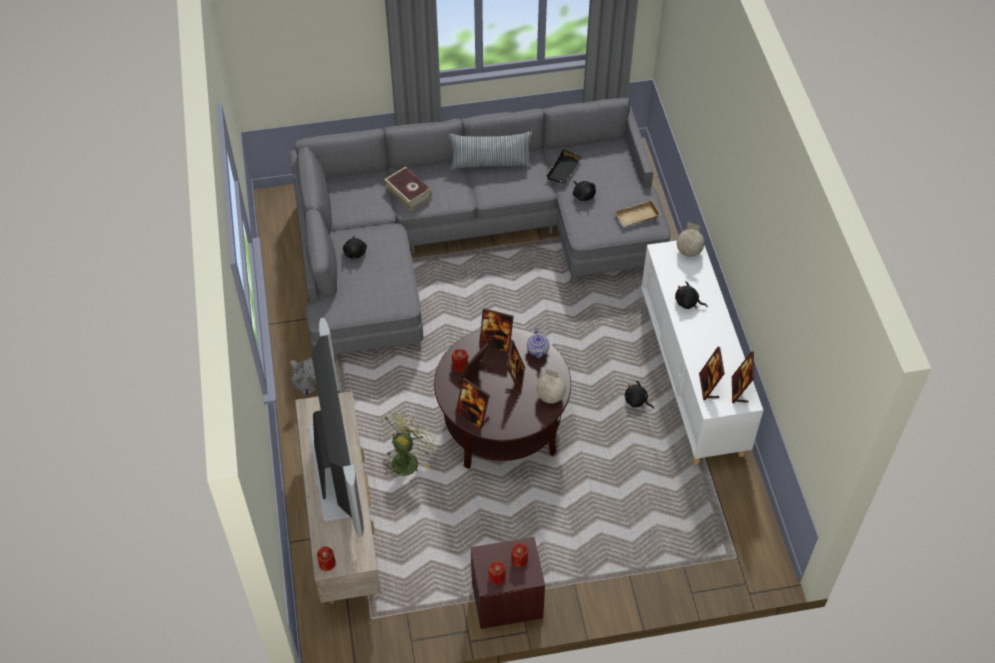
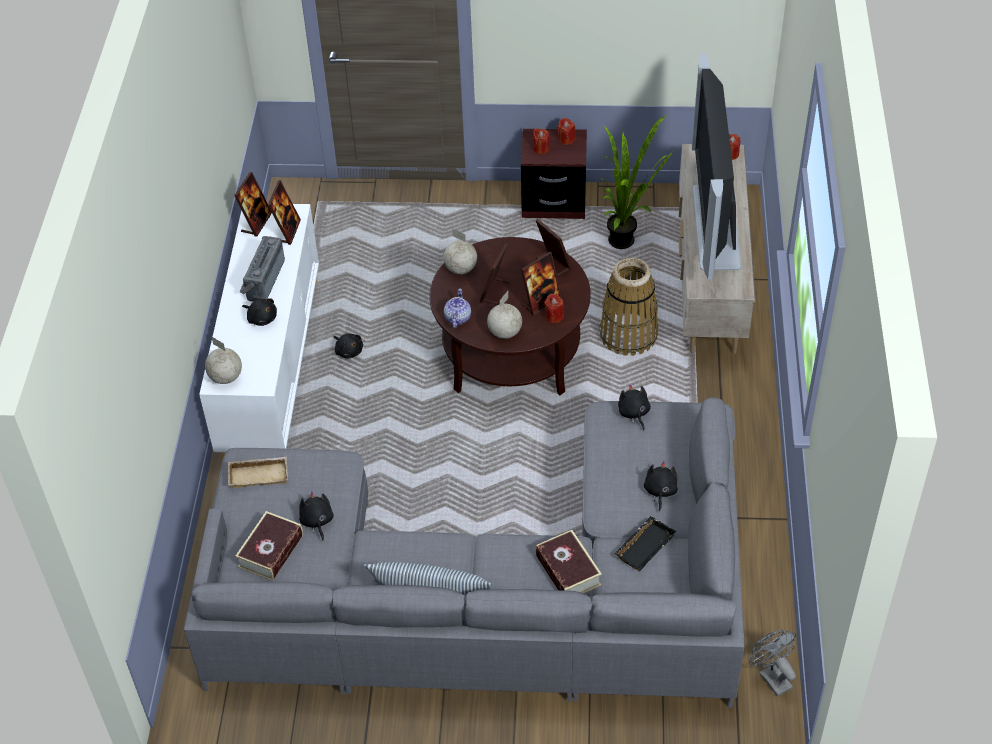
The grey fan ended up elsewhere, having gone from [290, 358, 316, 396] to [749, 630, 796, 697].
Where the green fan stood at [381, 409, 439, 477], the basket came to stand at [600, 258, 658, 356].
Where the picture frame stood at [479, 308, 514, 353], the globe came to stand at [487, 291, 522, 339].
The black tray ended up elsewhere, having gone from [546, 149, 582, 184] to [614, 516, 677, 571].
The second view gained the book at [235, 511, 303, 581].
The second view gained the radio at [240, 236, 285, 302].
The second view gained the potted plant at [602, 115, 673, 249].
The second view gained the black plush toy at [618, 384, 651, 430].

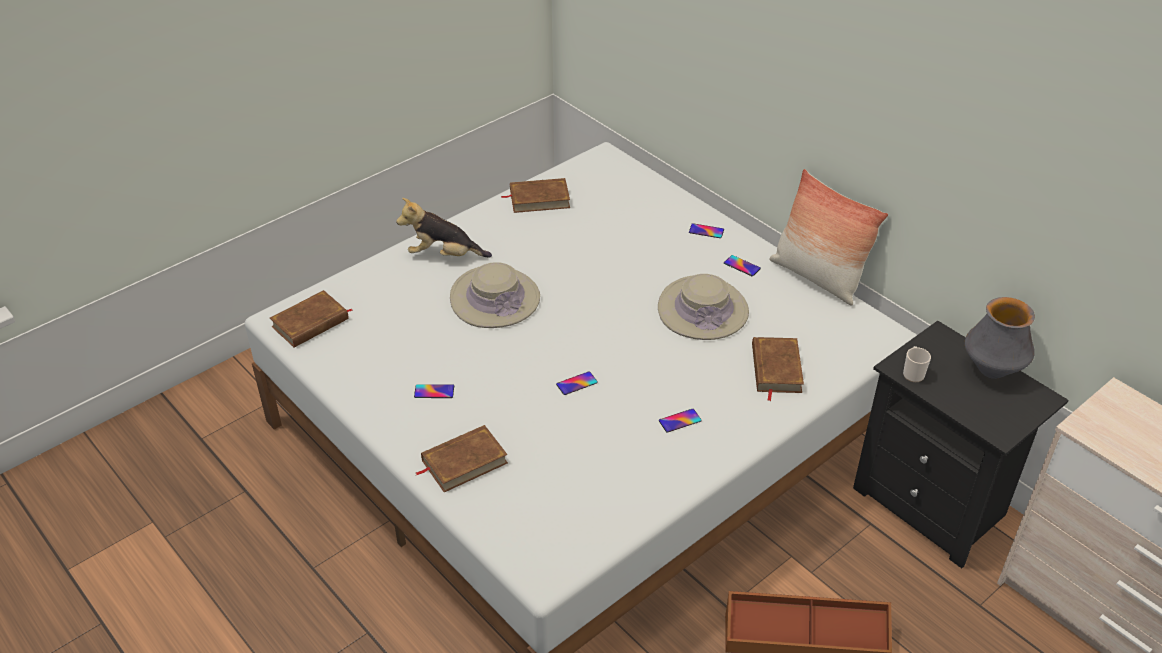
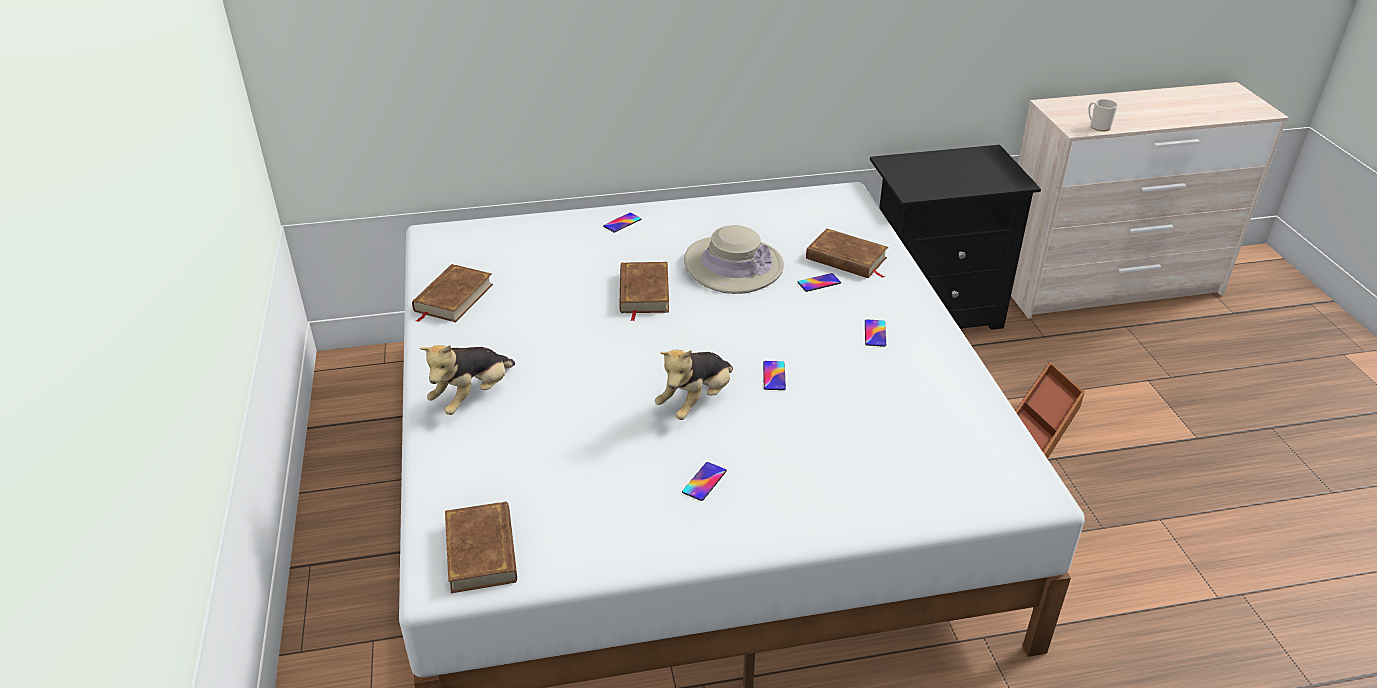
The brown book ended up elsewhere, having gone from [416, 425, 508, 492] to [619, 262, 669, 321].
The second view lost the beige hat at [450, 262, 540, 328].
The phone ended up elsewhere, having gone from [724, 255, 761, 276] to [798, 273, 841, 292].
The second view lost the pillow at [769, 169, 888, 305].
The mug ended up elsewhere, having gone from [903, 346, 931, 382] to [1088, 99, 1118, 131].
The second view lost the vase at [965, 297, 1035, 379].
The second view gained the plush toy at [655, 350, 733, 420].

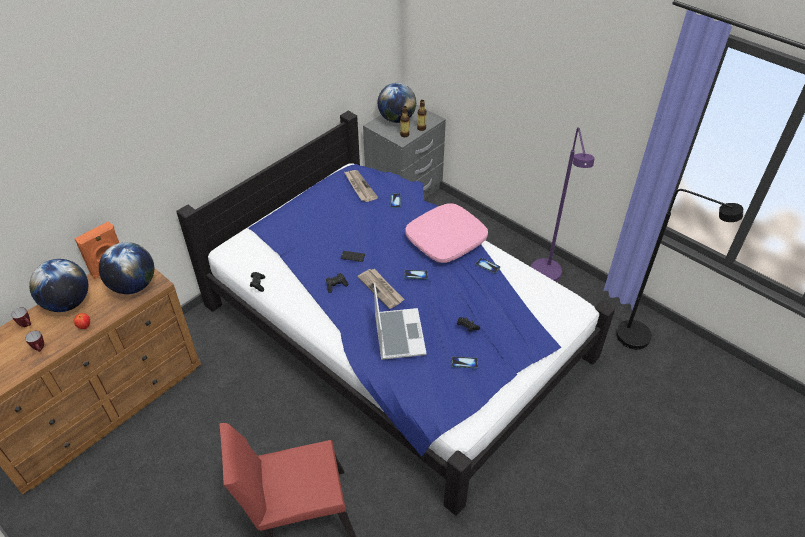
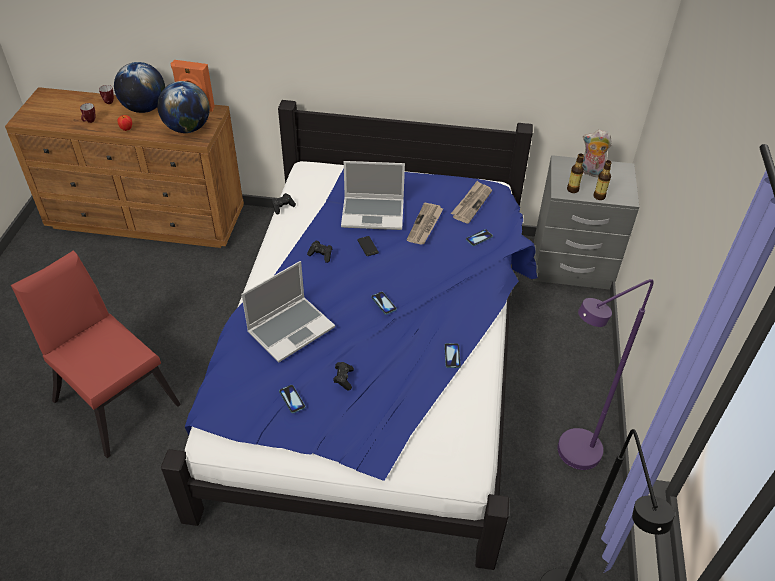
The newspaper ended up elsewhere, having gone from [357, 268, 404, 309] to [407, 203, 444, 245].
Where the globe stood at [378, 83, 416, 123], the plush toy came to stand at [582, 130, 612, 177].
The second view lost the pink pillow at [405, 203, 488, 263].
The second view gained the laptop at [341, 161, 405, 230].

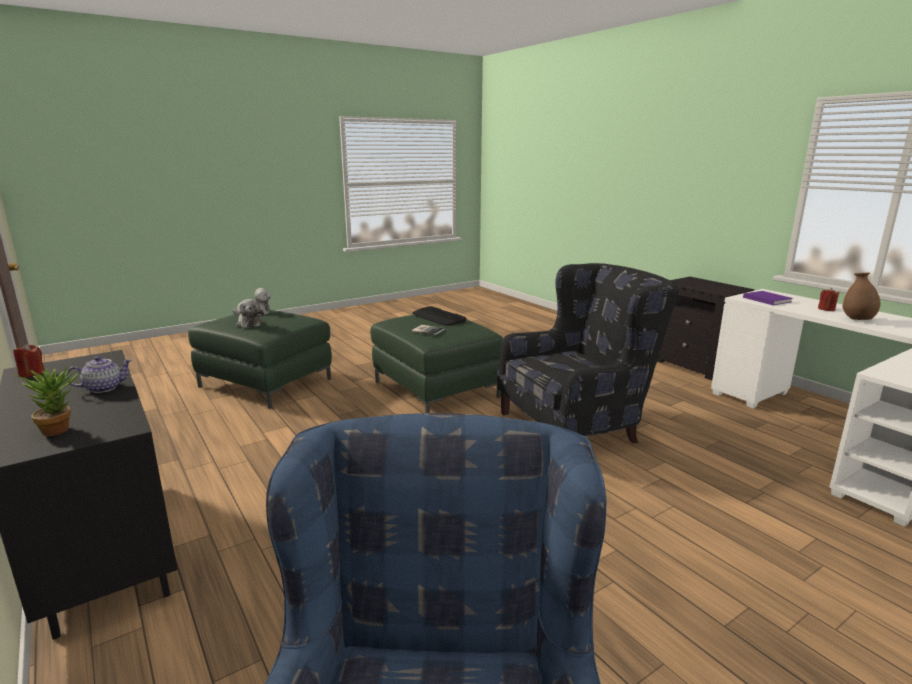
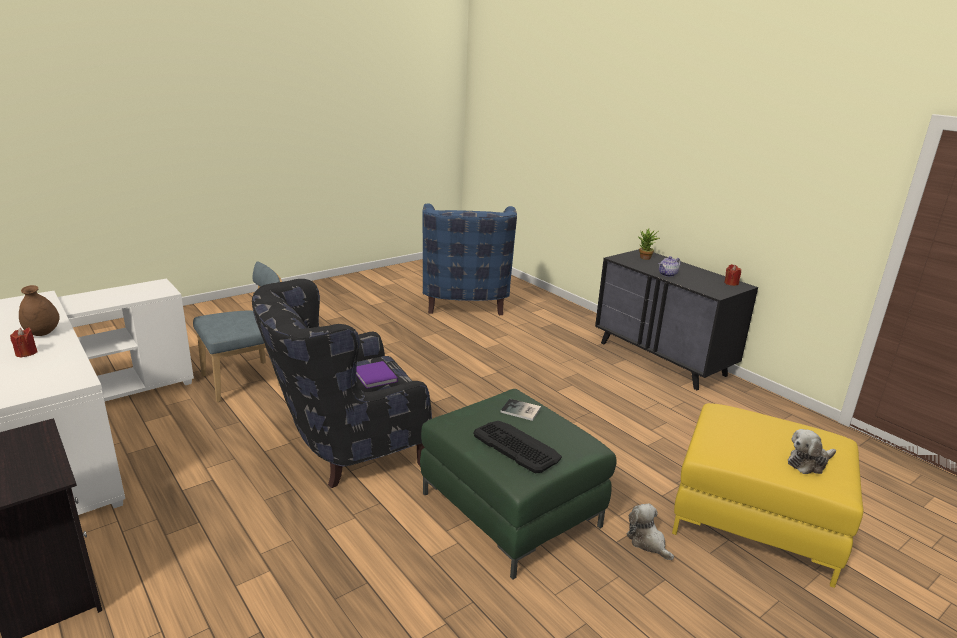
What was the green ottoman at [188, 310, 332, 409] turned into the yellow ottoman at [672, 403, 863, 588].
The plush toy ended up elsewhere, having gone from [236, 299, 264, 328] to [627, 503, 674, 560].
The purple book ended up elsewhere, having gone from [743, 291, 793, 305] to [356, 361, 398, 389].
The second view gained the blue chair at [193, 261, 282, 402].

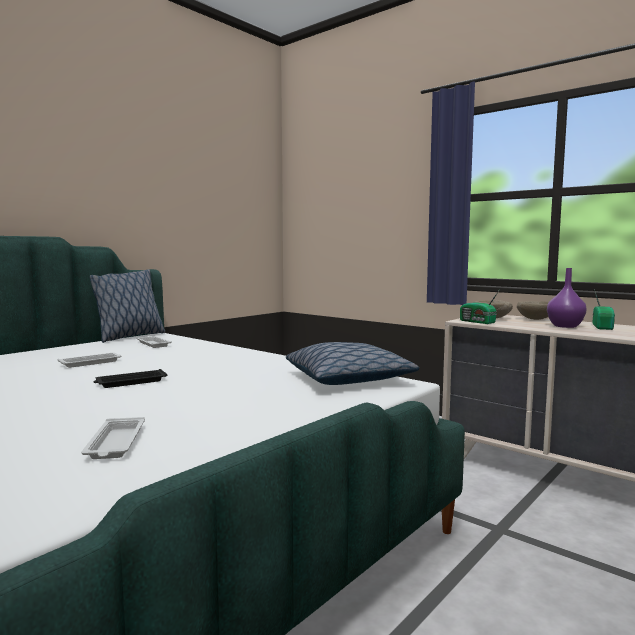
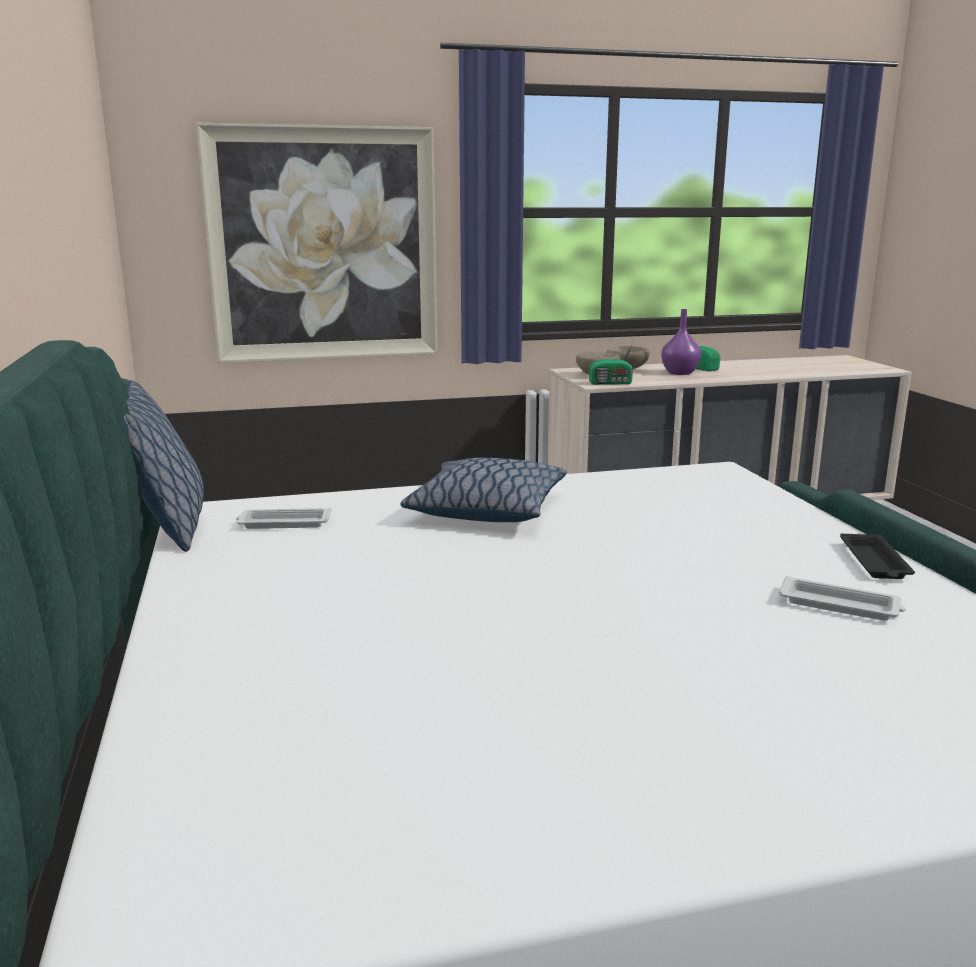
The second view lost the white tray at [57, 353, 121, 368].
The black tray ended up elsewhere, having gone from [93, 369, 167, 388] to [840, 534, 915, 579].
The pillow ended up elsewhere, having gone from [286, 342, 419, 385] to [401, 458, 566, 522].
The second view gained the picture at [196, 123, 438, 363].

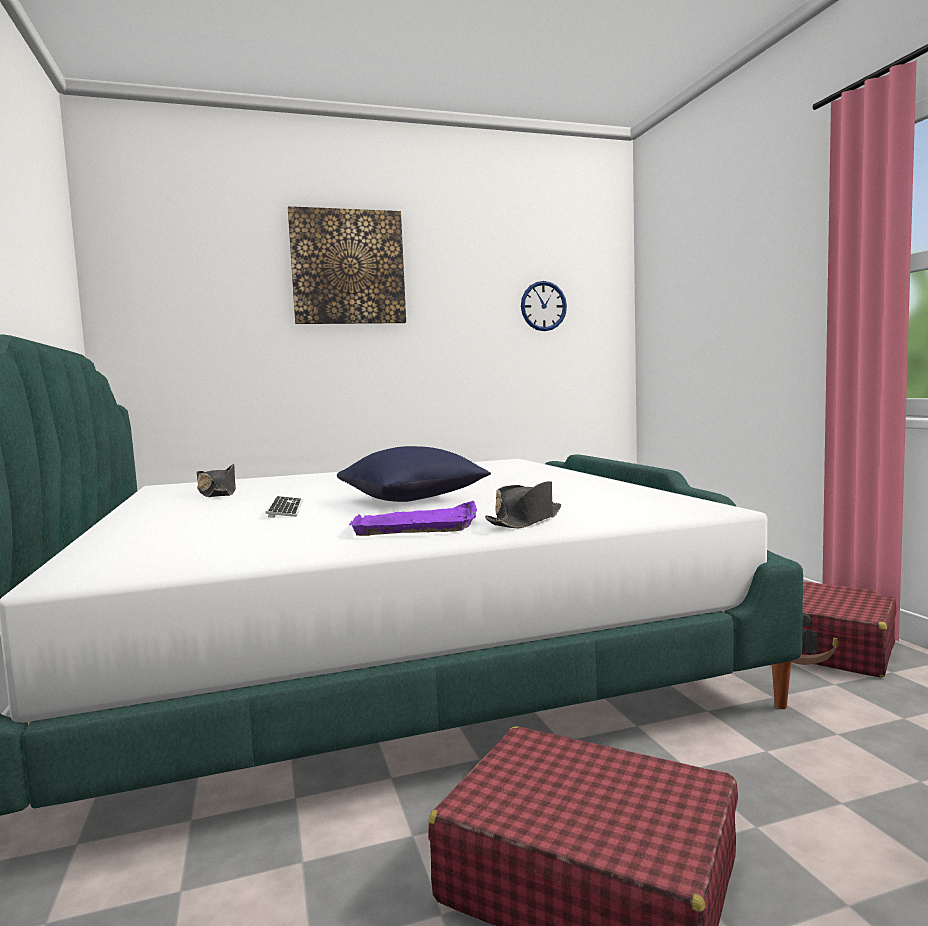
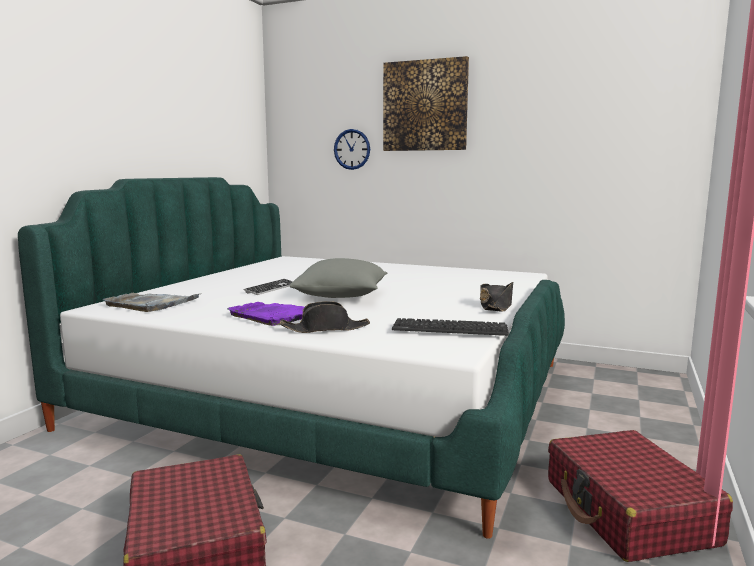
The black hat ended up elsewhere, having gone from [197, 464, 236, 497] to [480, 282, 513, 312].
What was the blue pillow at [337, 446, 491, 502] turned into the grey pillow at [290, 258, 388, 298].
The wall clock ended up elsewhere, having gone from [521, 281, 567, 331] to [334, 129, 370, 170].
The second view gained the grey tray at [103, 293, 199, 312].
The second view gained the keyboard at [392, 318, 509, 336].

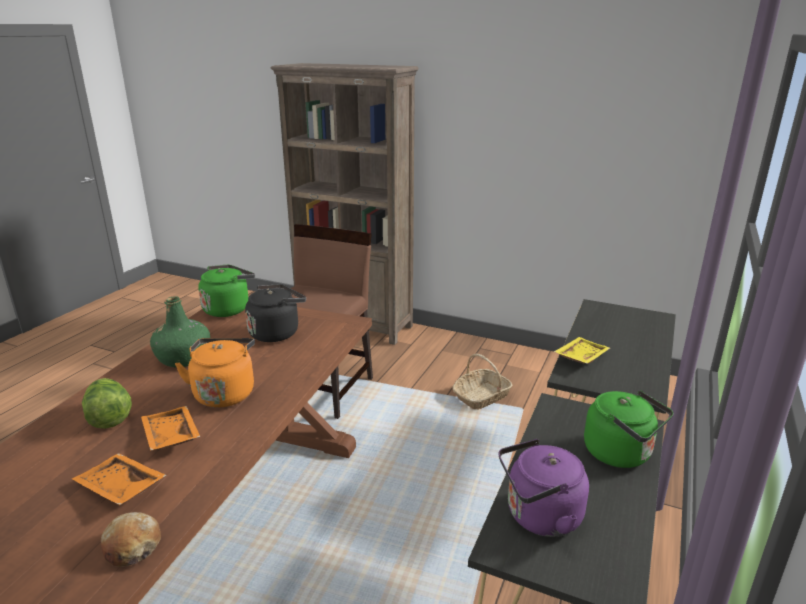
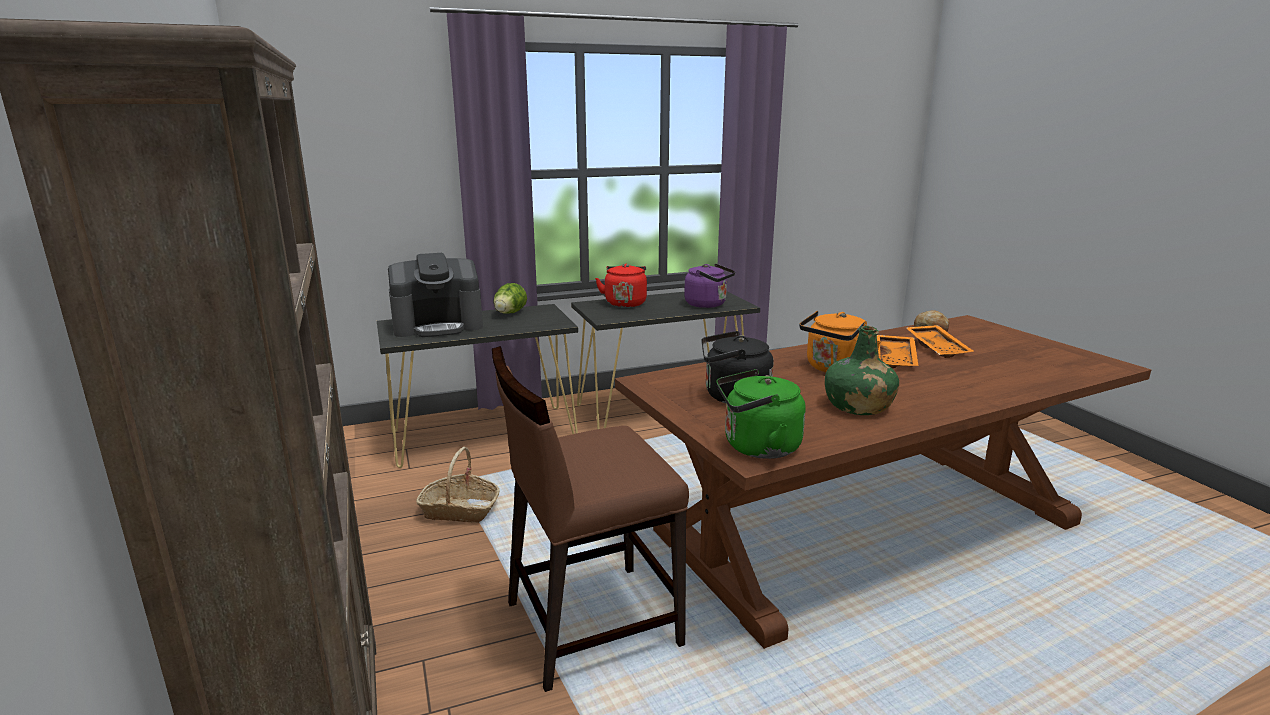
The lettuce ended up elsewhere, having gone from [82, 378, 132, 429] to [493, 283, 527, 314].
The second view lost the yellow tray at [554, 337, 610, 364].
What was the green kettle at [584, 390, 674, 468] turned into the red kettle at [595, 264, 647, 307].
The second view gained the coffee machine at [388, 253, 483, 337].

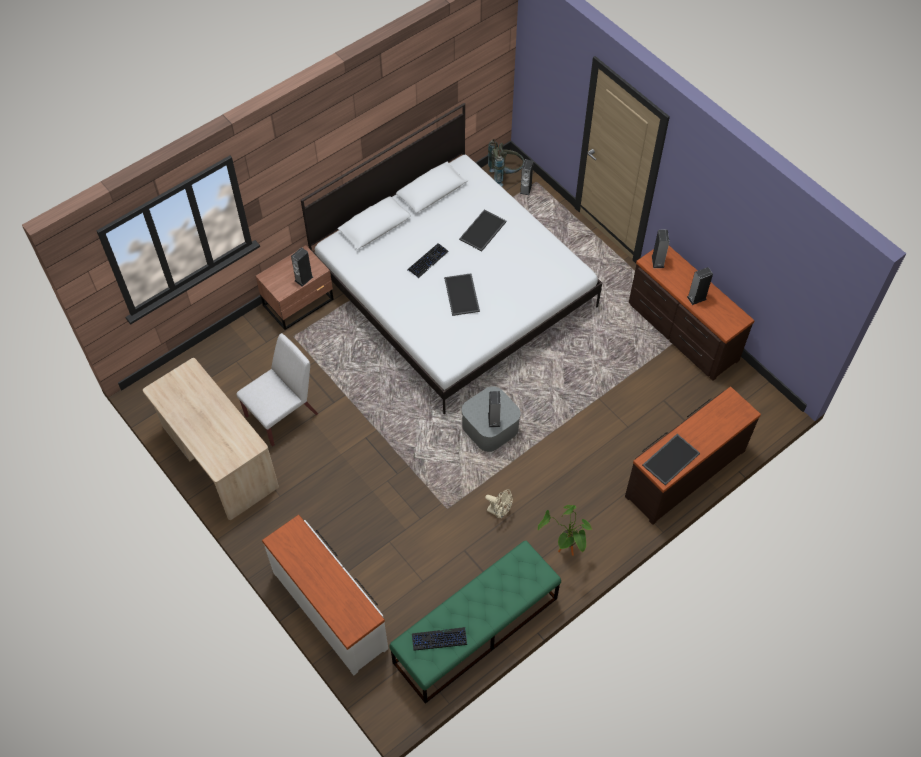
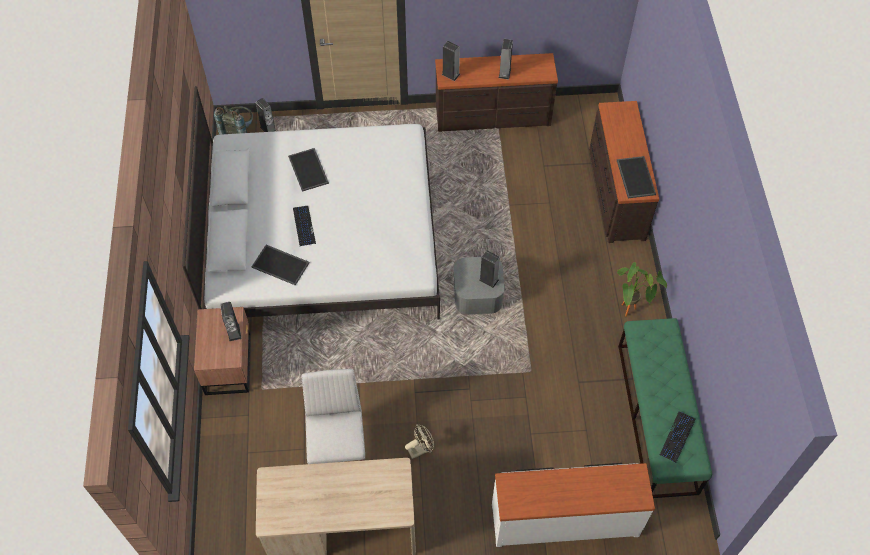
The tray ended up elsewhere, having gone from [444, 273, 480, 316] to [252, 245, 310, 285].
The beige fan ended up elsewhere, having gone from [485, 489, 513, 519] to [405, 424, 434, 459].

